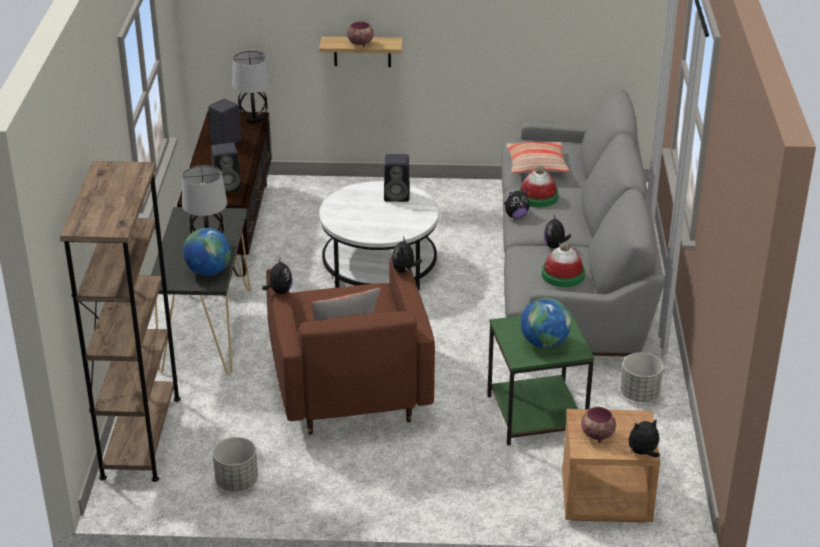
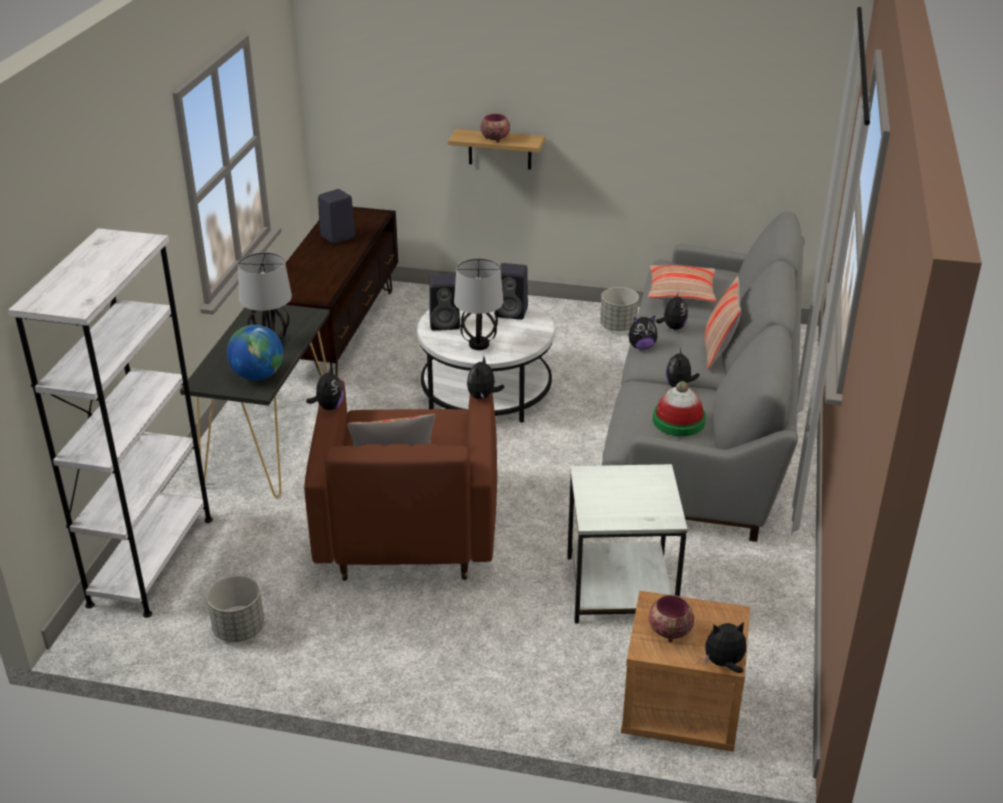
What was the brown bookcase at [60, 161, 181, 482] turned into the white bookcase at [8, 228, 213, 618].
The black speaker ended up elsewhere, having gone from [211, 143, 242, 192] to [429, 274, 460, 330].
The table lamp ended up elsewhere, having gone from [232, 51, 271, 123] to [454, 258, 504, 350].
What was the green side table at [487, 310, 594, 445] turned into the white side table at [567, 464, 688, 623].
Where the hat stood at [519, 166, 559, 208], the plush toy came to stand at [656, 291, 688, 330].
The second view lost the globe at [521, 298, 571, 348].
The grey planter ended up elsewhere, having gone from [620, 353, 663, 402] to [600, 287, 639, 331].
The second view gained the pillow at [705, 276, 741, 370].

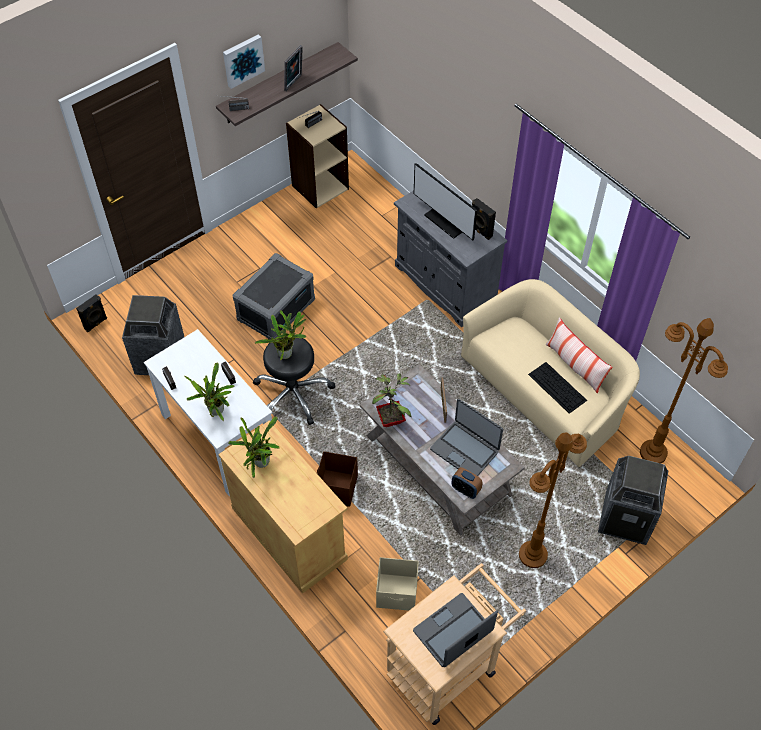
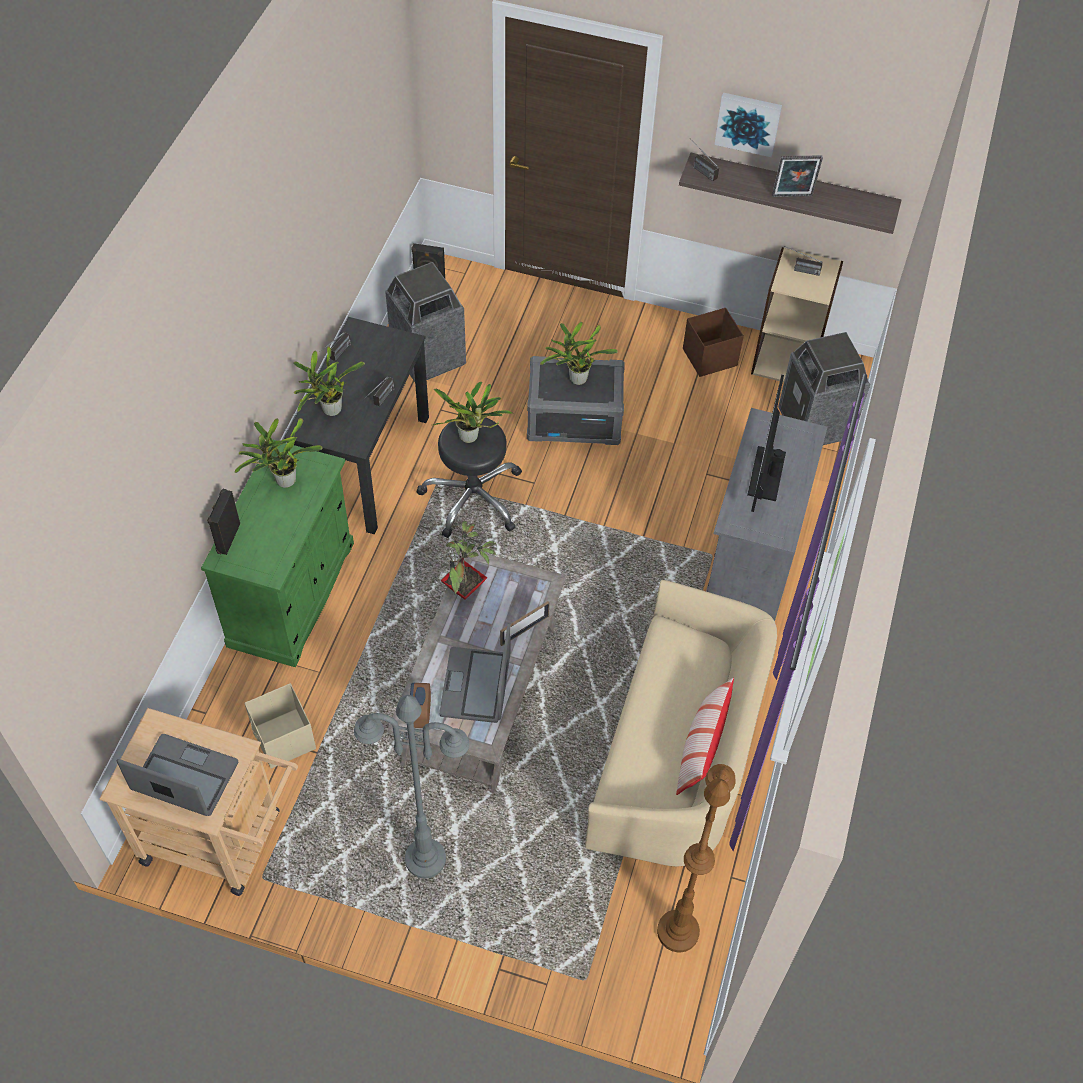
What was the white desk at [144, 329, 272, 496] turned into the black desk at [284, 317, 429, 535].
What was the beige cabinet at [218, 421, 348, 594] turned into the green cabinet at [201, 439, 354, 667].
The brown storage box ended up elsewhere, having gone from [317, 451, 358, 507] to [683, 308, 744, 377].
The black speaker ended up elsewhere, having gone from [472, 198, 496, 240] to [207, 489, 240, 555].
What was the brown floor lamp at [519, 433, 587, 568] turned into the grey floor lamp at [354, 695, 469, 878].
The second view lost the keyboard at [528, 362, 587, 414].
The trash can ended up elsewhere, having gone from [598, 456, 668, 545] to [778, 332, 870, 445].
The second view gained the potted plant at [540, 322, 618, 385].

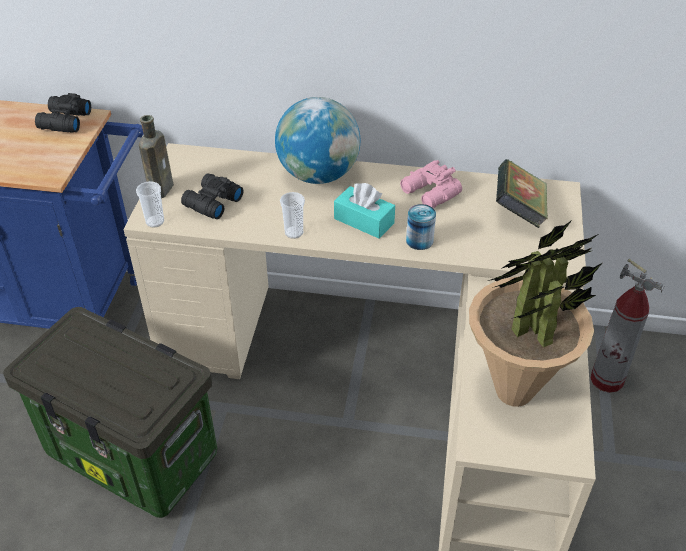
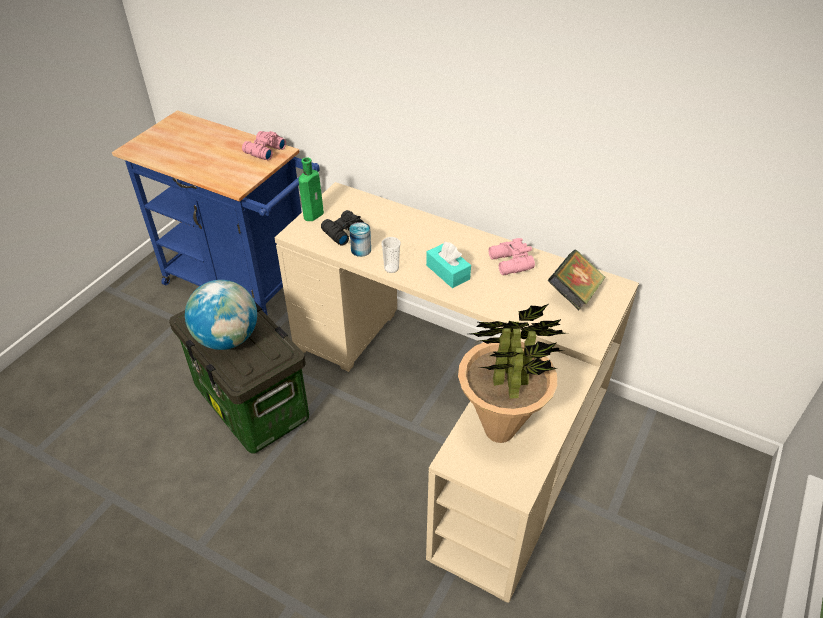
What was the black binoculars at [35, 93, 91, 133] turned into the pink binoculars at [242, 131, 286, 160].
The second view lost the cup at [136, 181, 164, 228].
What was the brown bottle at [139, 115, 174, 198] turned into the green bottle at [299, 158, 324, 221].
The globe ended up elsewhere, having gone from [275, 97, 360, 184] to [185, 280, 257, 350].
The can ended up elsewhere, having gone from [406, 204, 436, 250] to [349, 222, 371, 257].
The second view lost the fire extinguisher at [591, 259, 664, 393].

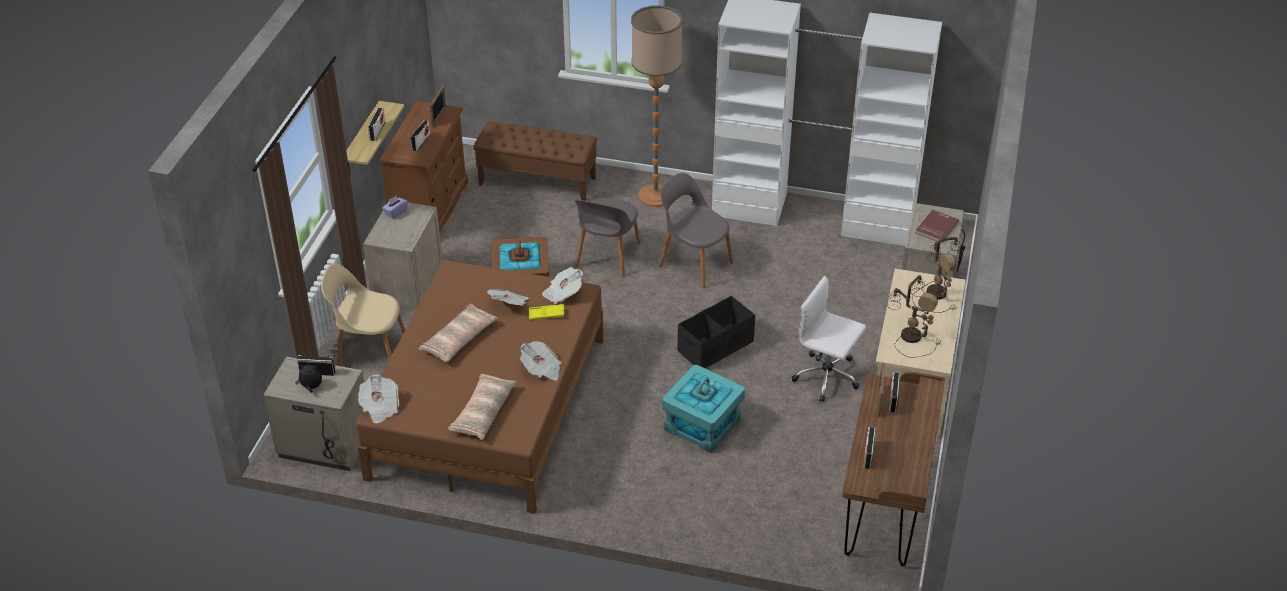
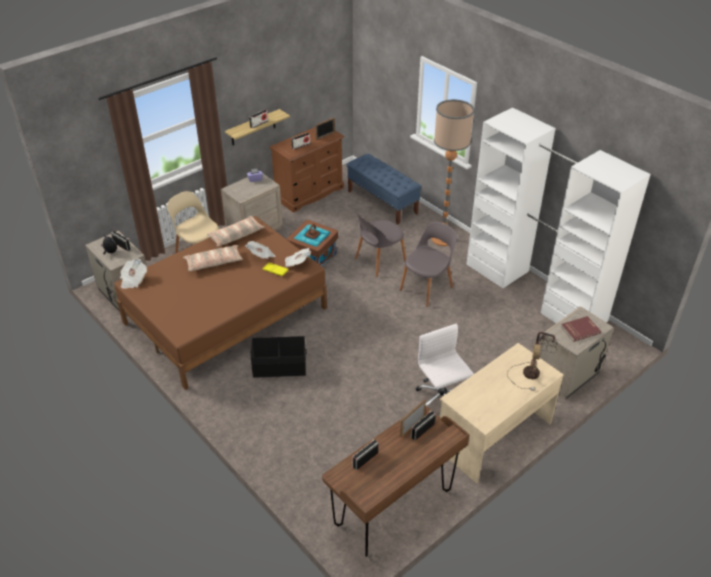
The pillow ended up elsewhere, having gone from [448, 374, 516, 440] to [207, 216, 264, 247].
What was the brown bench at [473, 121, 597, 201] turned into the blue bench at [346, 154, 422, 224].
The second view lost the newspaper at [520, 341, 561, 381].
The grey chair at [659, 173, 733, 288] ended up facing another way, 60 degrees clockwise from before.
The second view lost the turquoise storage box at [662, 365, 745, 453].
The black storage box ended up elsewhere, having gone from [677, 296, 755, 368] to [250, 336, 307, 378].
The second view lost the table lamp at [887, 275, 941, 358].

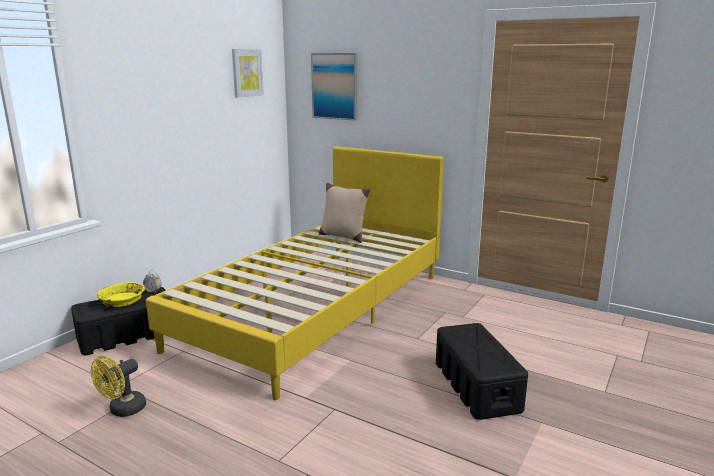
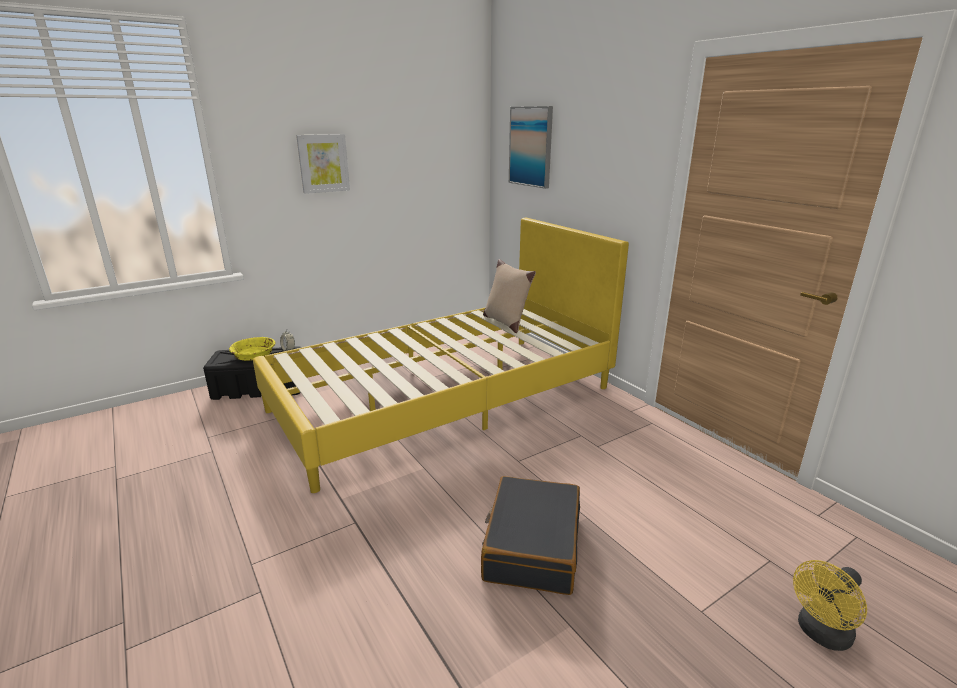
The yellow fan ended up elsewhere, having gone from [91, 356, 146, 417] to [793, 560, 867, 651].
The picture ended up elsewhere, having gone from [232, 49, 264, 97] to [296, 134, 350, 194].
Where the black storage box stood at [436, 323, 528, 420], the black suitcase came to stand at [481, 476, 580, 595].

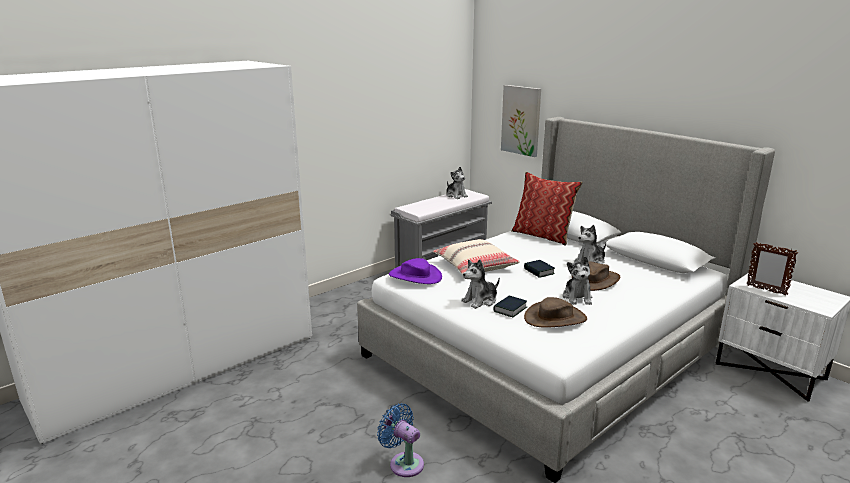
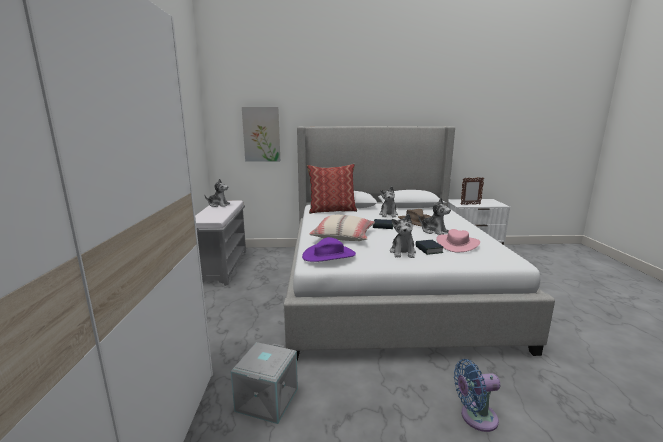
What was the brown hat at [524, 297, 587, 328] turned into the pink hat at [437, 229, 480, 253].
The second view gained the grey storage box at [231, 342, 298, 424].

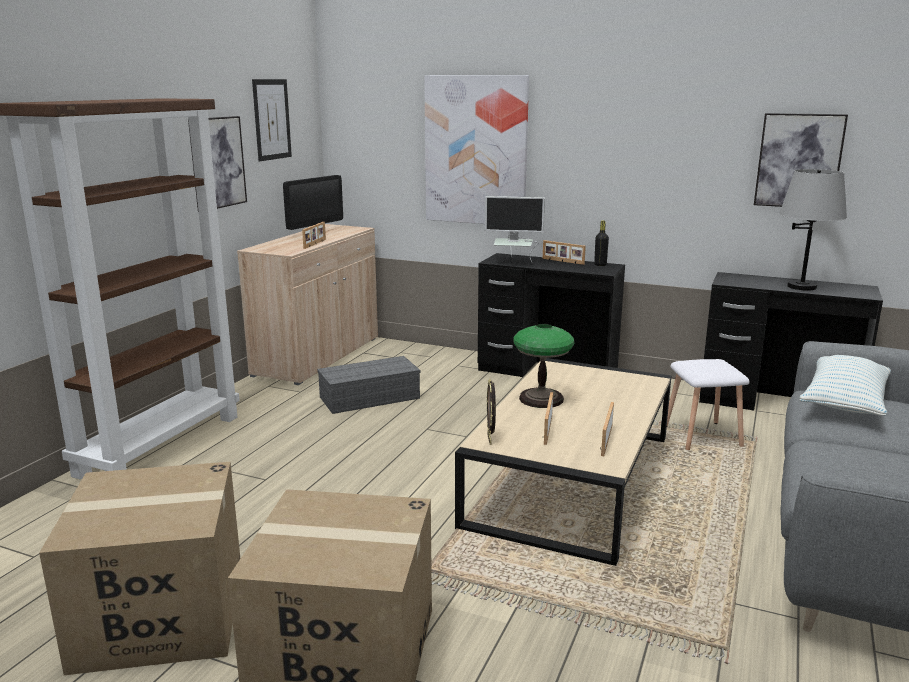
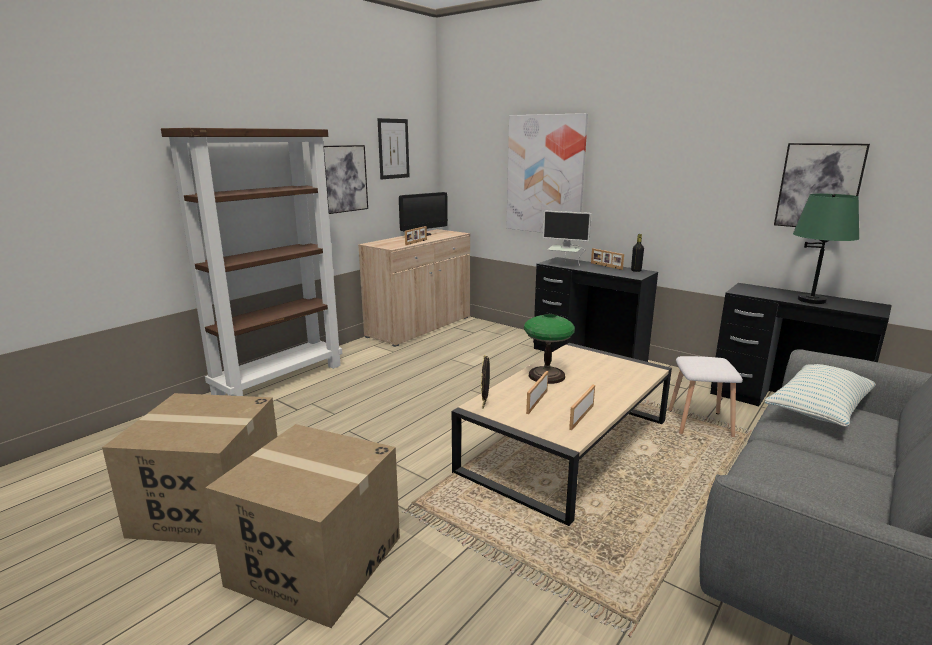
The second view lost the grey storage box at [317, 356, 421, 414].
What was the grey table lamp at [779, 169, 847, 291] turned into the green table lamp at [793, 194, 859, 304].

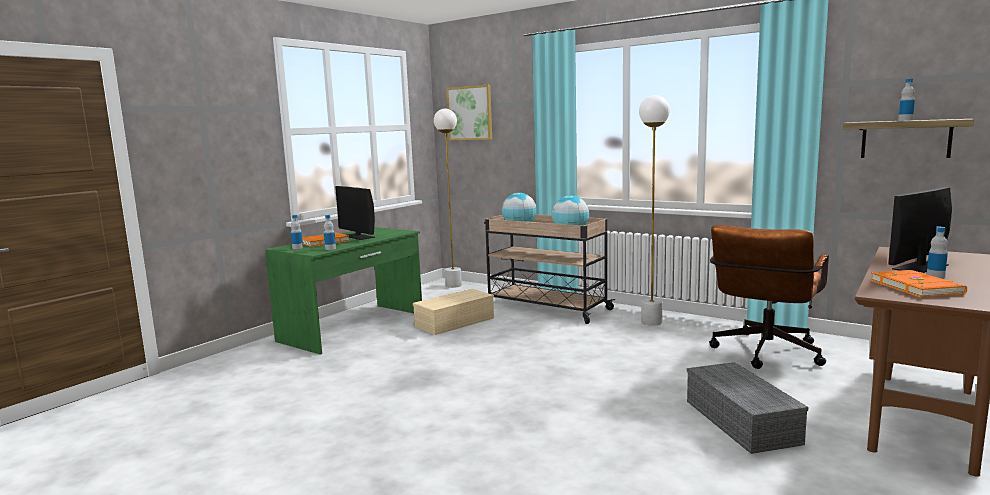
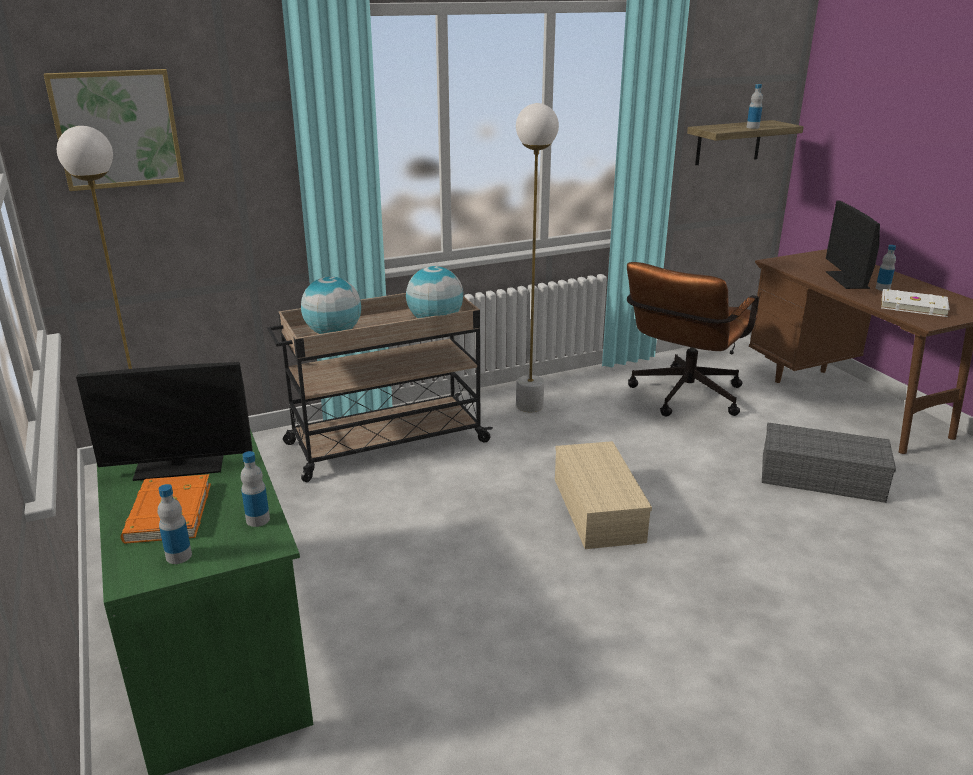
The beige storage box ended up elsewhere, having gone from [413, 289, 494, 335] to [555, 441, 652, 549].
The brown office chair at [709, 225, 829, 369] ended up facing another way, 60 degrees clockwise from before.
What was the orange book at [870, 270, 967, 298] turned into the white book at [881, 289, 950, 317].

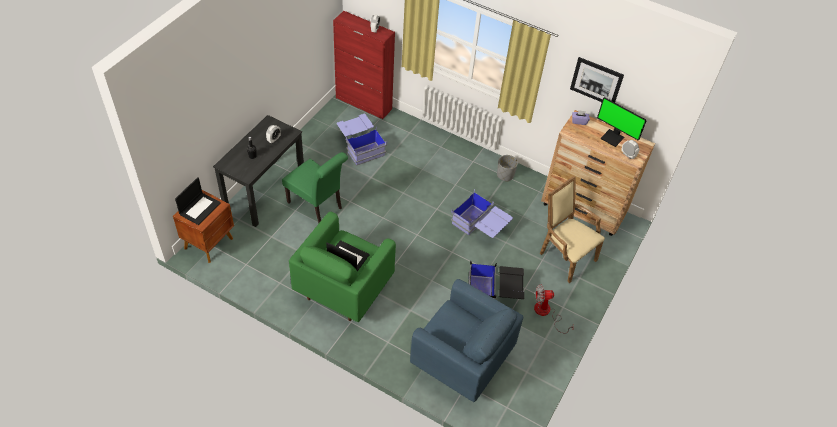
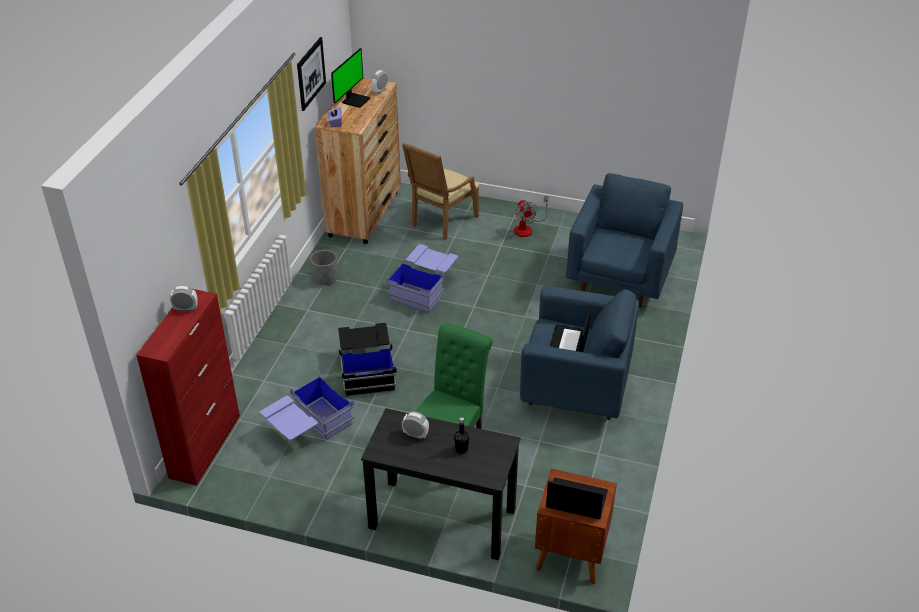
What was the green armchair at [289, 212, 396, 322] turned into the blue armchair at [520, 286, 639, 420].
The black storage box ended up elsewhere, having gone from [469, 261, 524, 299] to [338, 323, 396, 396].

